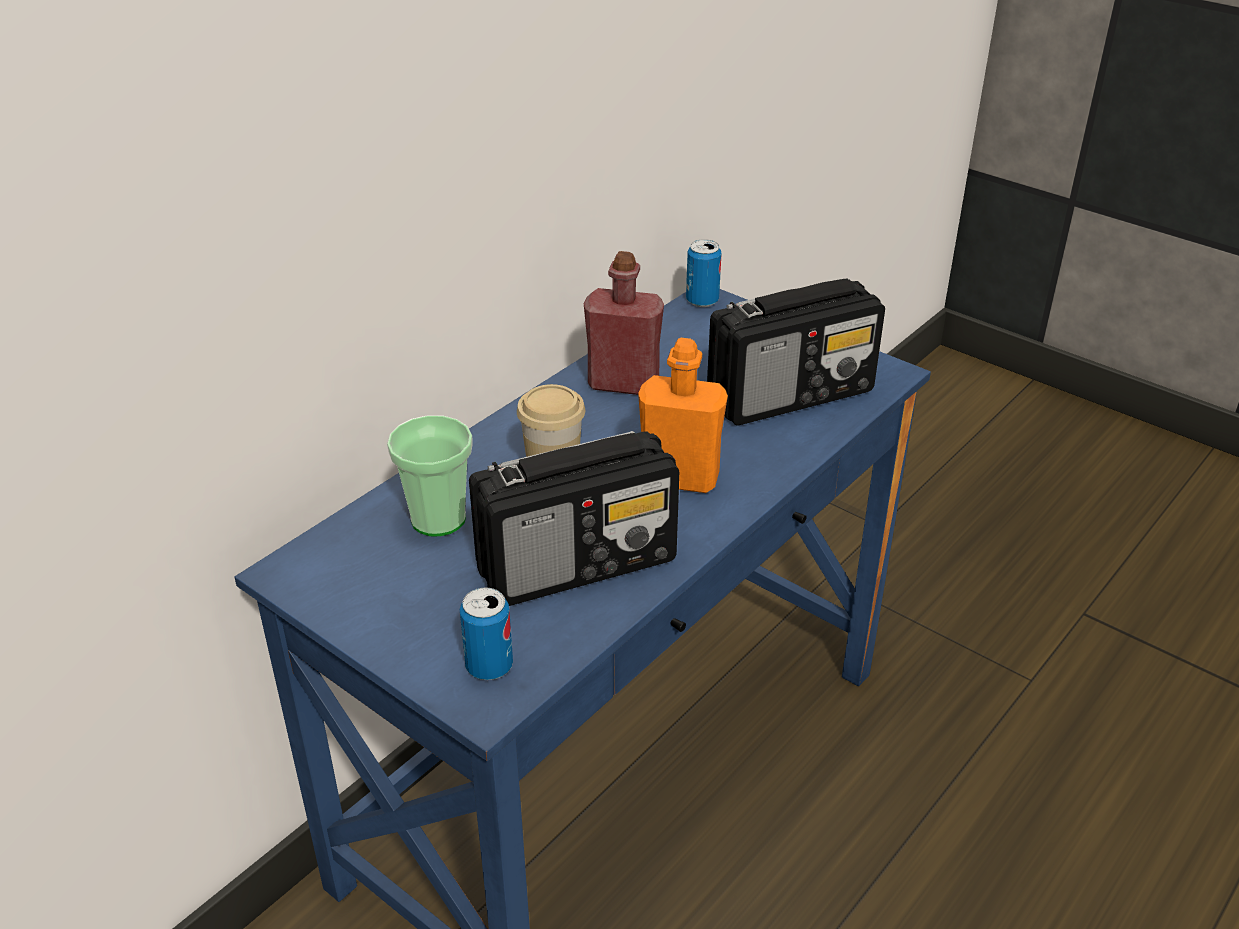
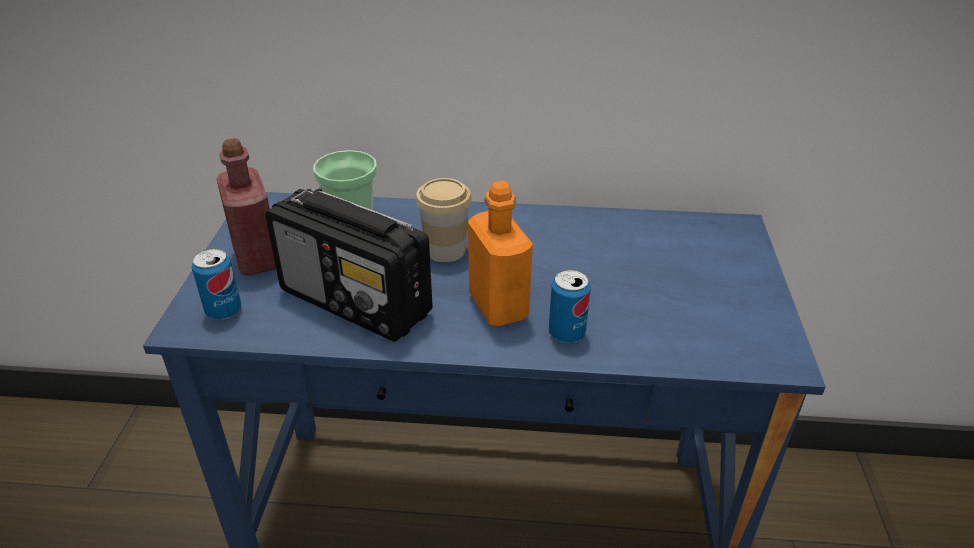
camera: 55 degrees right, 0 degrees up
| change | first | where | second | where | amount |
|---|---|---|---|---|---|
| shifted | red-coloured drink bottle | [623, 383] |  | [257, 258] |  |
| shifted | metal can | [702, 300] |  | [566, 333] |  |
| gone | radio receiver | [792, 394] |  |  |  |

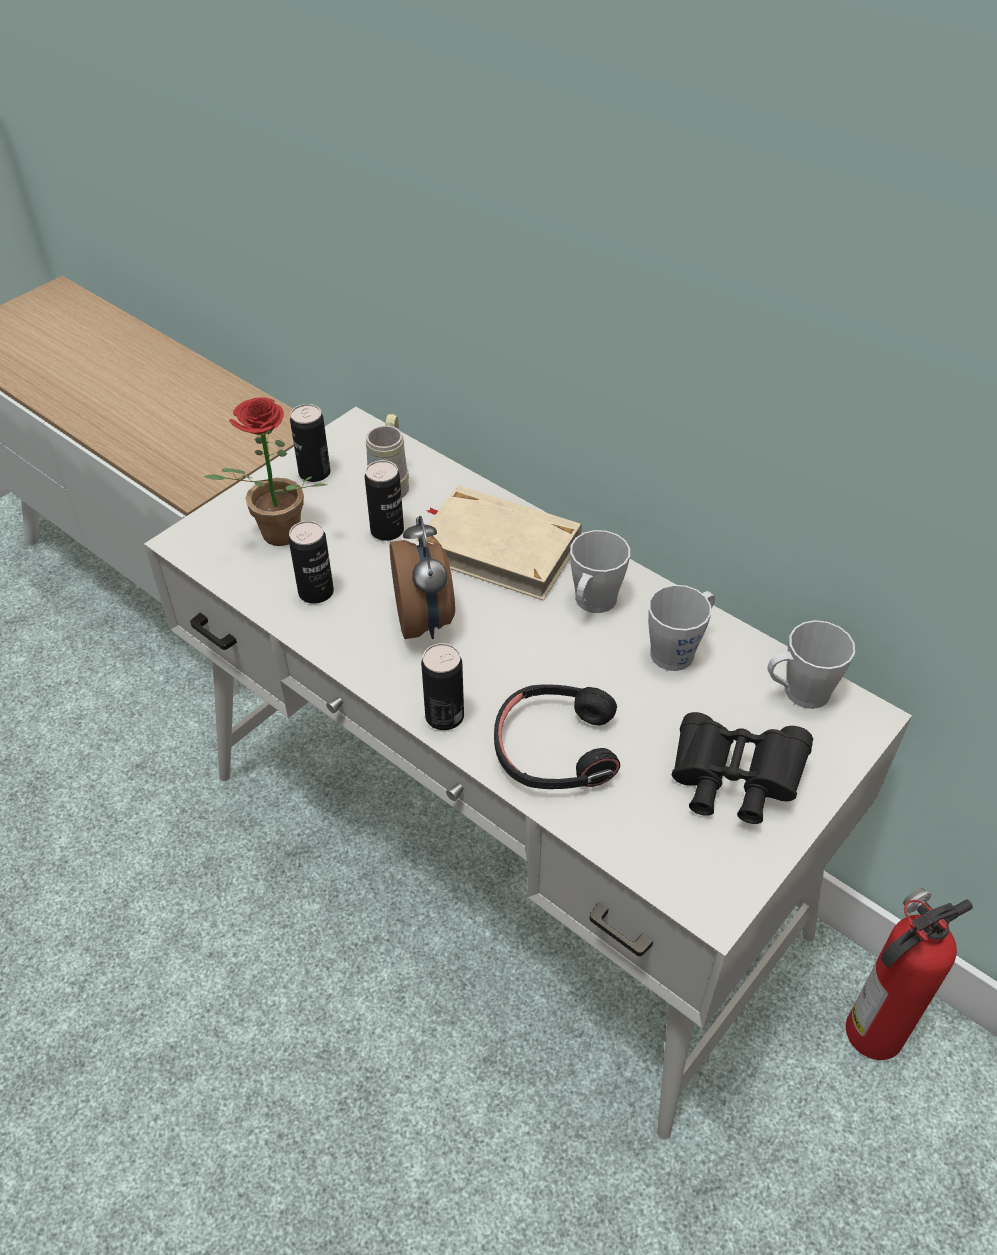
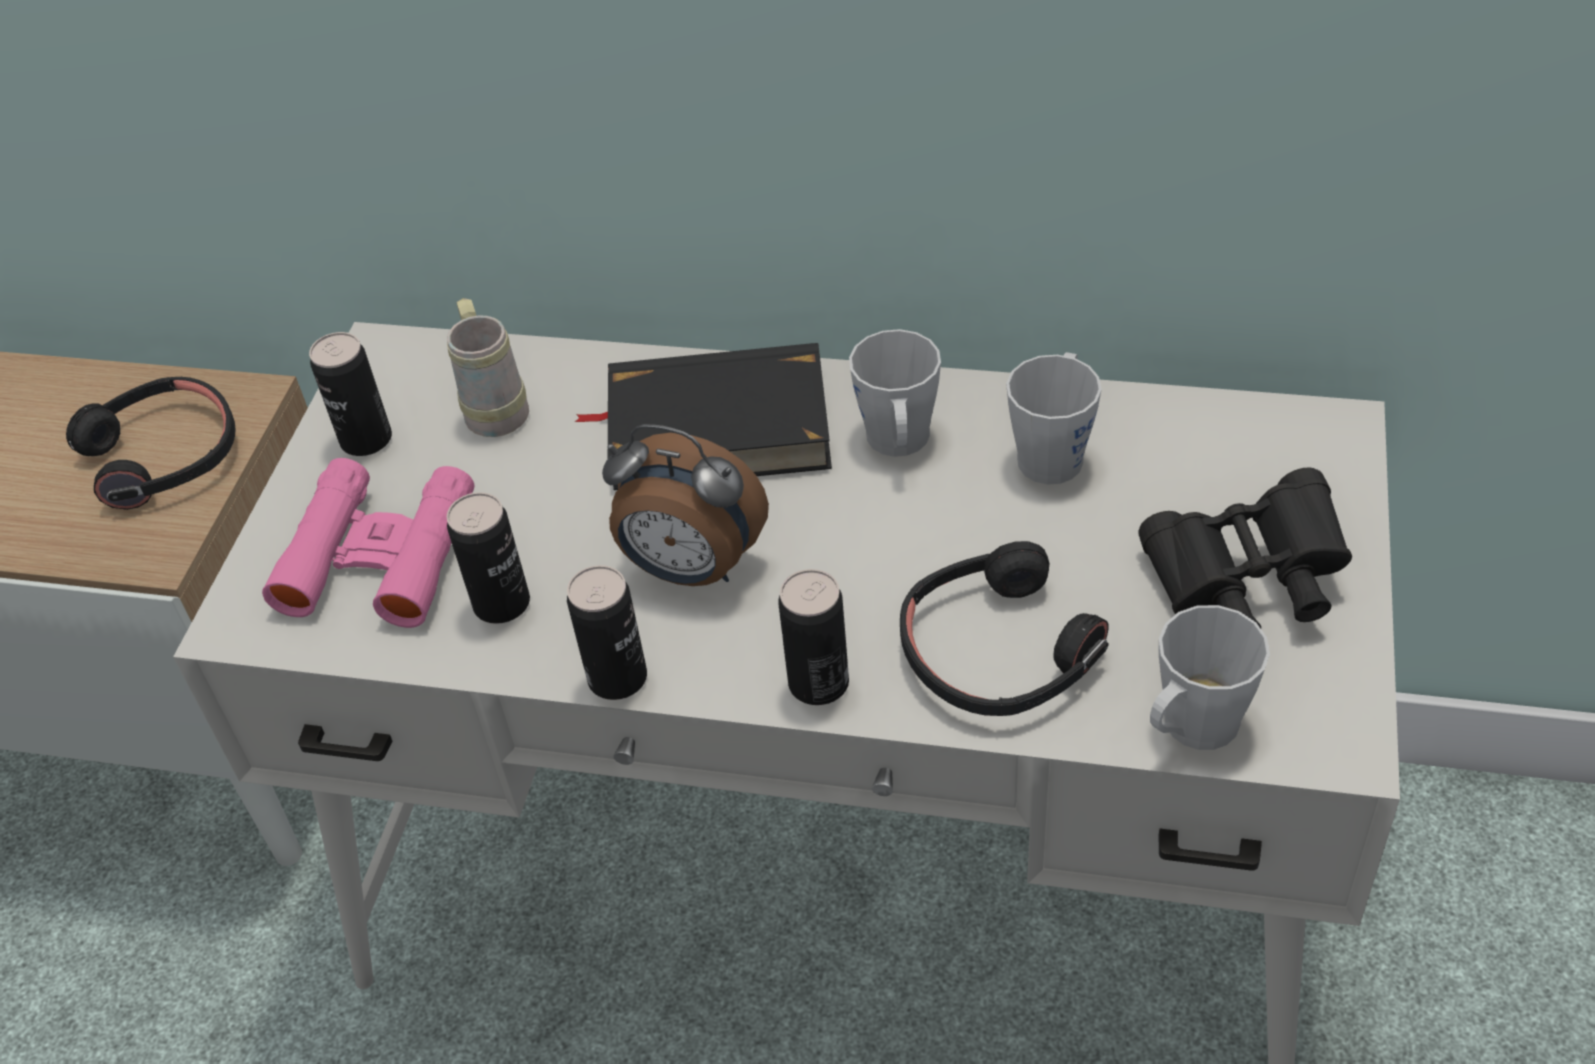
camera: 25 degrees left, 0 degrees up
| change | first | where | second | where | amount |
|---|---|---|---|---|---|
| swapped | plant in a pot | [275, 538] | pinkish binoculars | [379, 556] |  |
| shifted | metal can | [387, 530] |  | [617, 678] |  |
| rotated | table clock | [425, 620] |  | [691, 569] | 150 degrees clockwise |
| repainted | sand-coloured book | [499, 548] | black-coloured book | [718, 427] |  |
| shifted | greyish mug | [798, 692] |  | [1191, 729] |  |
| gone | fire extinguisher | [870, 1034] |  |  |  |
| new |  |  | black-coloured headset | [164, 455] |  |

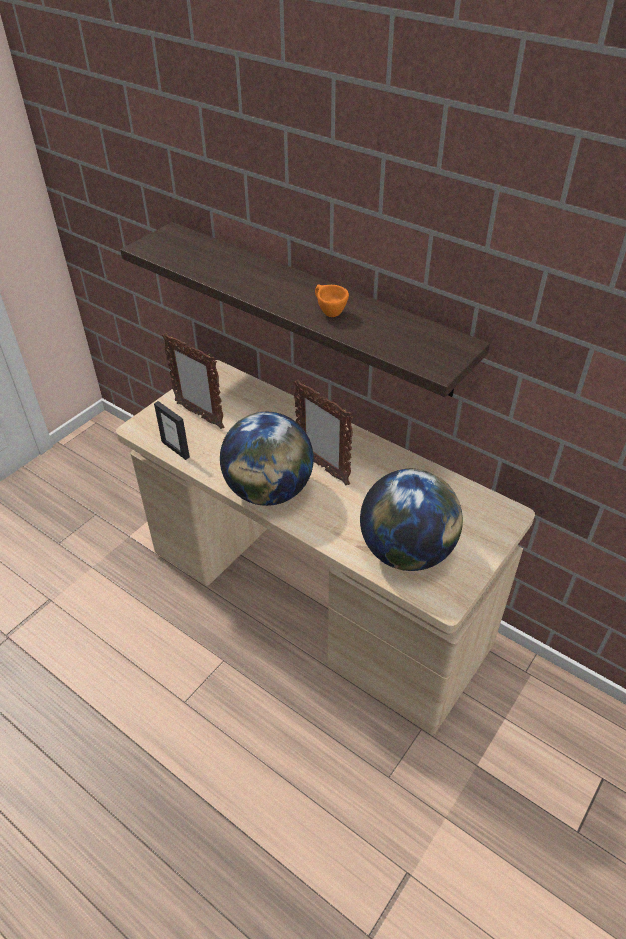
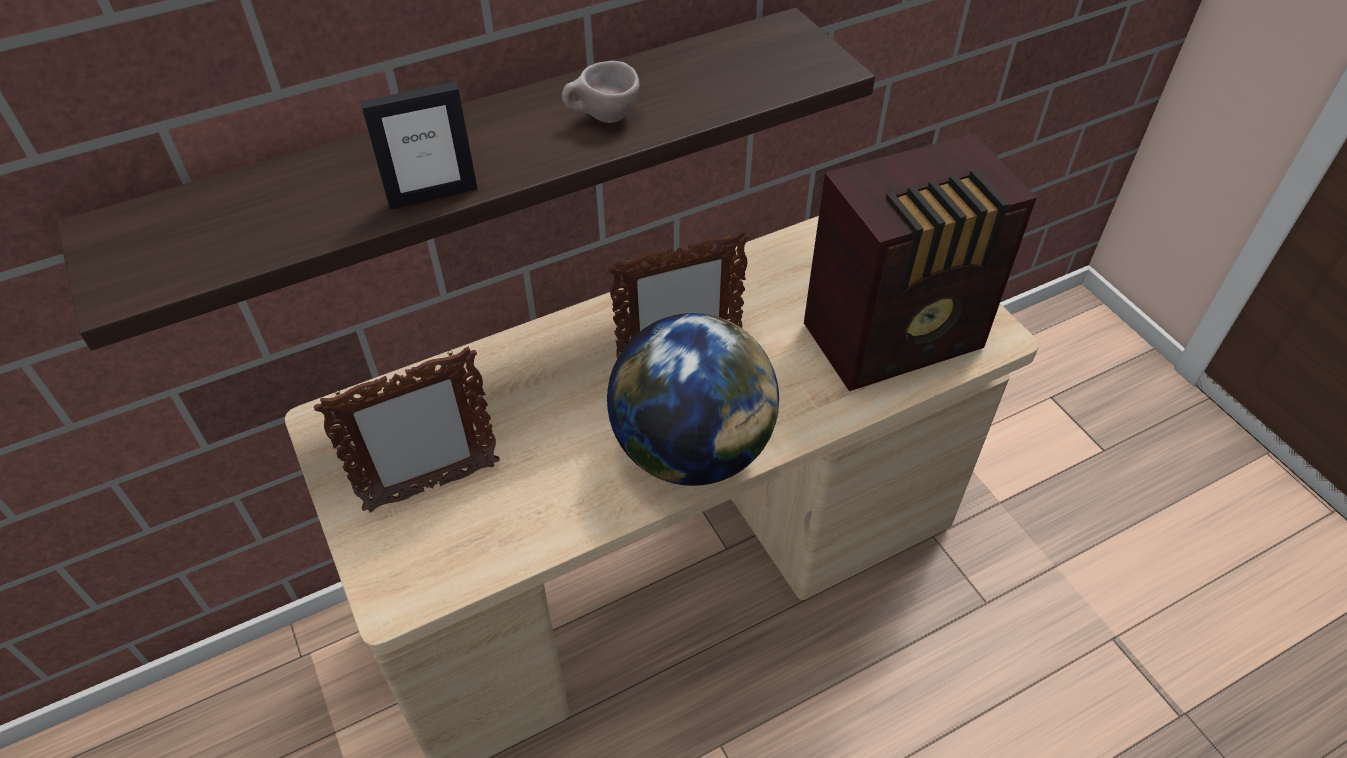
camera: 65 degrees left, 5 degrees up
| change | first | where | second | where | amount |
|---|---|---|---|---|---|
| shifted | picture frame | [175, 449] |  | [432, 195] |  |
| repainted | orange-coloured small cup | [328, 312] | sand-coloured small cup | [602, 119] |  |
| swapped | desk globe | [406, 552] | radio receiver | [897, 338] |  |

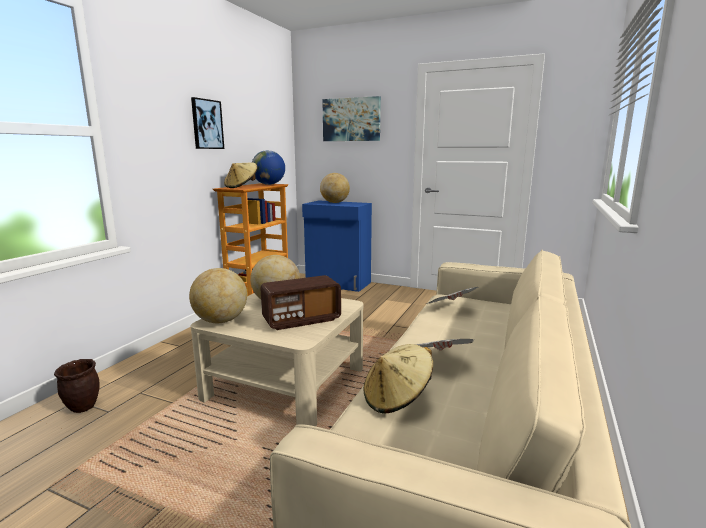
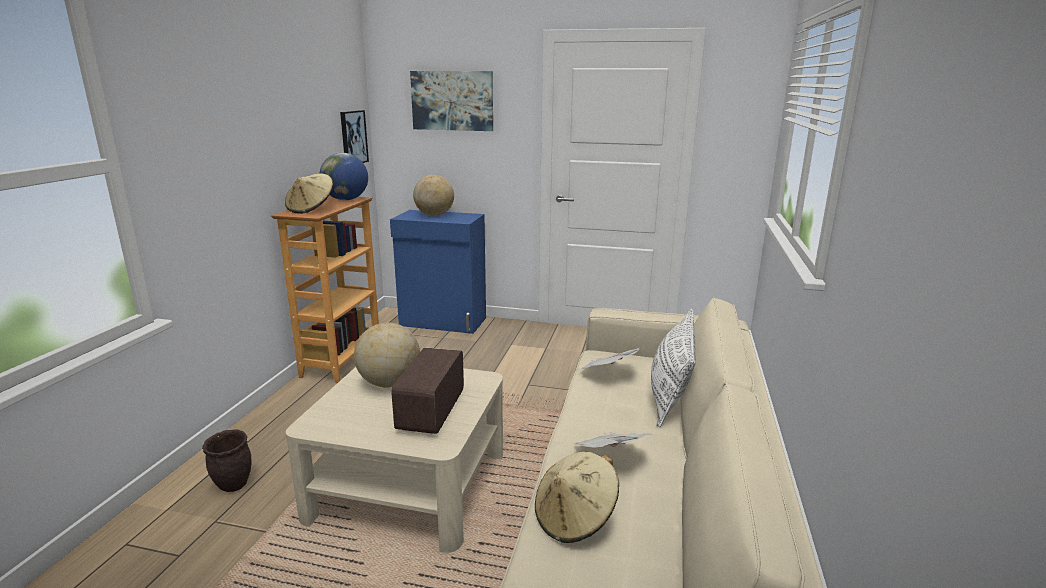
camera: 10 degrees left, 5 degrees up
| change | first | where | second | where | amount |
|---|---|---|---|---|---|
| shifted | brown-coloured planter | [82, 407] |  | [232, 485] |  |
| gone | desk globe | [220, 321] |  |  |  |
| shifted | wall picture | [207, 124] |  | [353, 137] |  |
| rotated | radio receiver | [301, 320] |  | [432, 411] | 135 degrees clockwise |
| new |  |  | whitish throw pillow | [671, 394] |  |

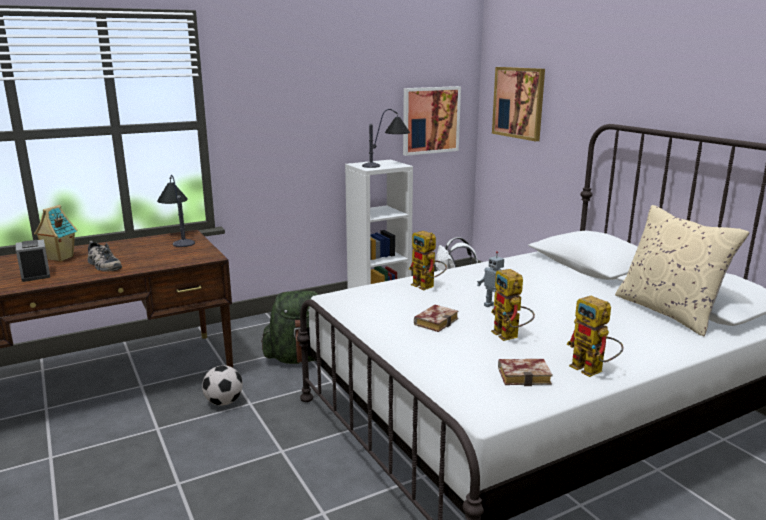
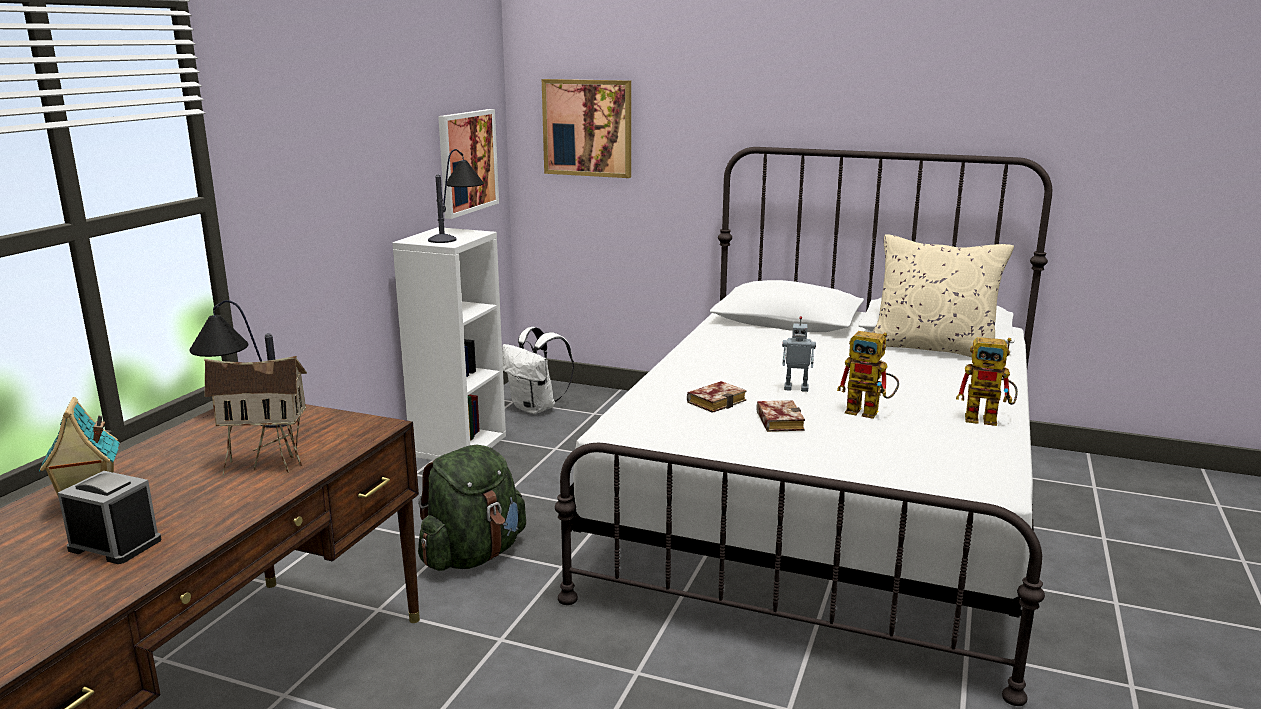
camera: 40 degrees left, 0 degrees up
| change | first | where | second | where | amount |
|---|---|---|---|---|---|
| gone | low shoe | [103, 265] |  |  |  |
| gone | ball for football | [224, 402] |  |  |  |
| gone | toy robot | [427, 286] |  |  |  |
| shifted | book | [525, 376] |  | [716, 401] |  |
| new |  |  | model house | [267, 464] |  |

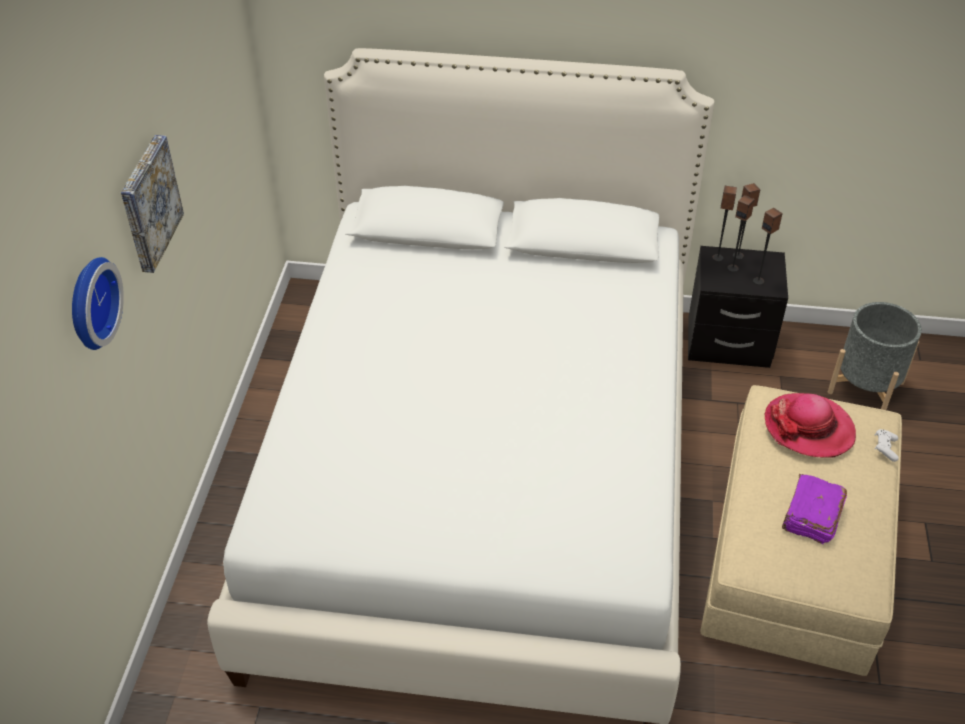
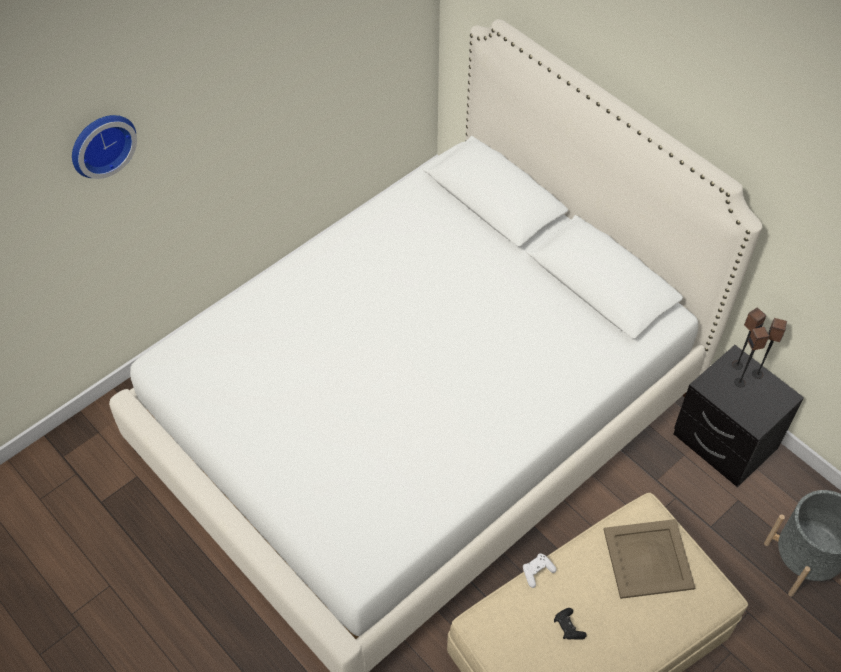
camera: 40 degrees right, 10 degrees up
| change | first | where | second | where | amount |
|---|---|---|---|---|---|
| gone | wall picture | [148, 203] |  |  |  |
| gone | audio speaker | [758, 281] |  |  |  |
| swapped | wearable hat | [808, 428] | sand-coloured carrying tray | [649, 559] |  |
| swapped | purplish book | [811, 517] | black-coloured joypad | [568, 628] |  |
| shifted | whitish joypad | [885, 448] |  | [537, 572] |  |

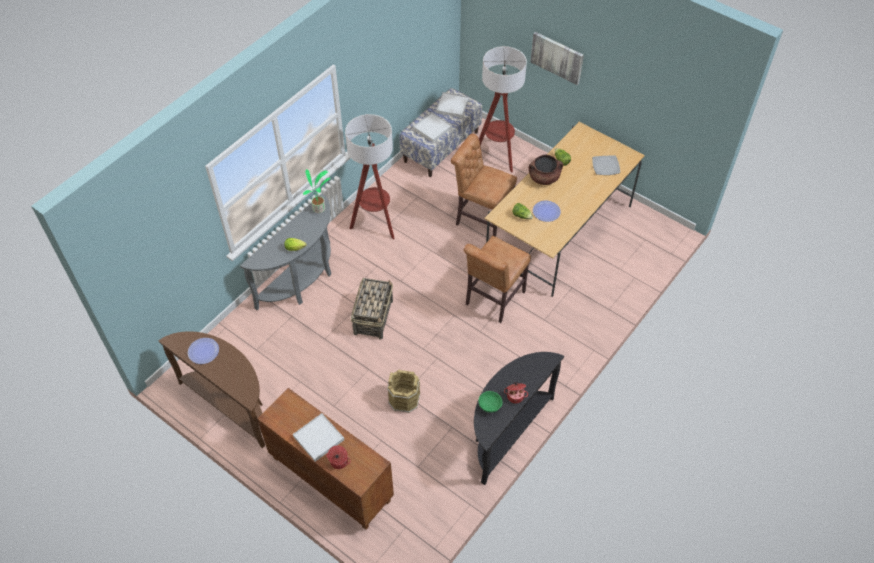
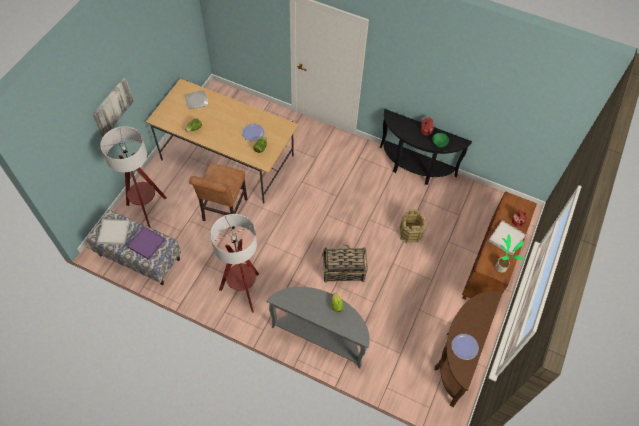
camera: 105 degrees left, 5 degrees up
| change | first | where | second | where | amount |
|---|---|---|---|---|---|
| shifted | plant in a pot | [320, 209] |  | [500, 266] |  |
| repainted | whitish carrying tray | [432, 128] | purplish carrying tray | [146, 243] |  |
| gone | brown-coloured plain chair | [493, 300] |  |  |  |
| gone | brown-coloured saucepot | [544, 178] |  |  |  |

